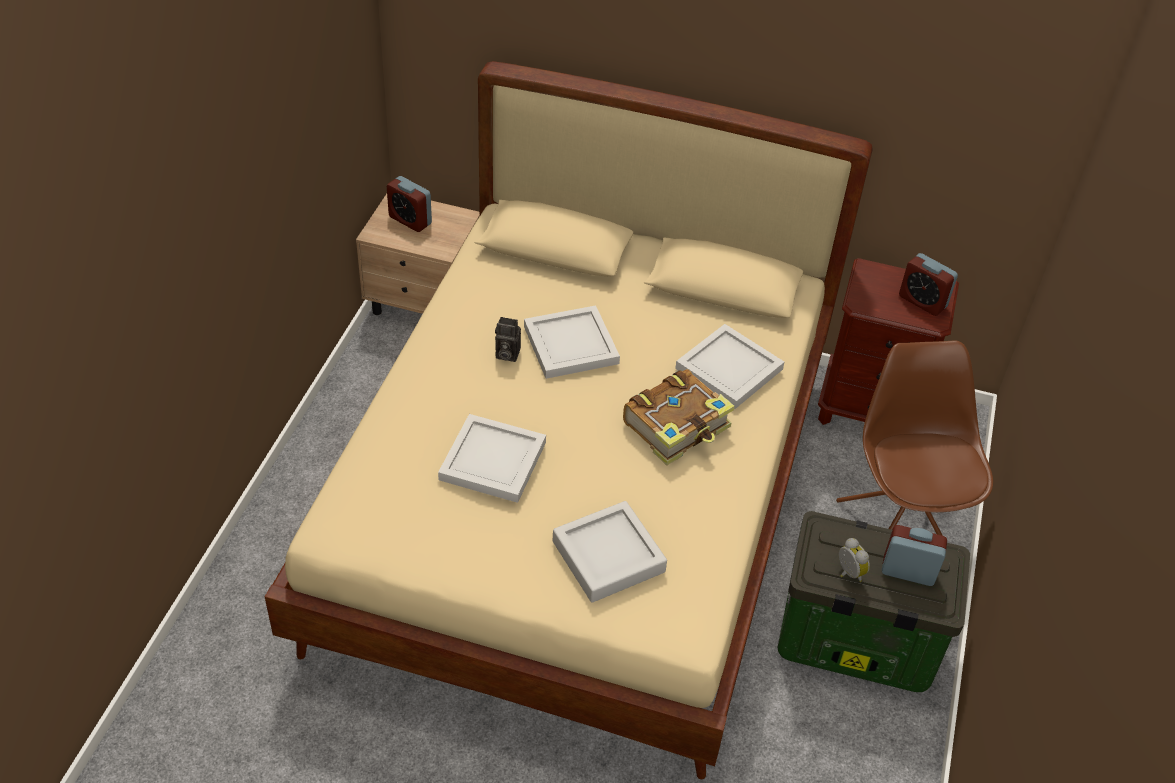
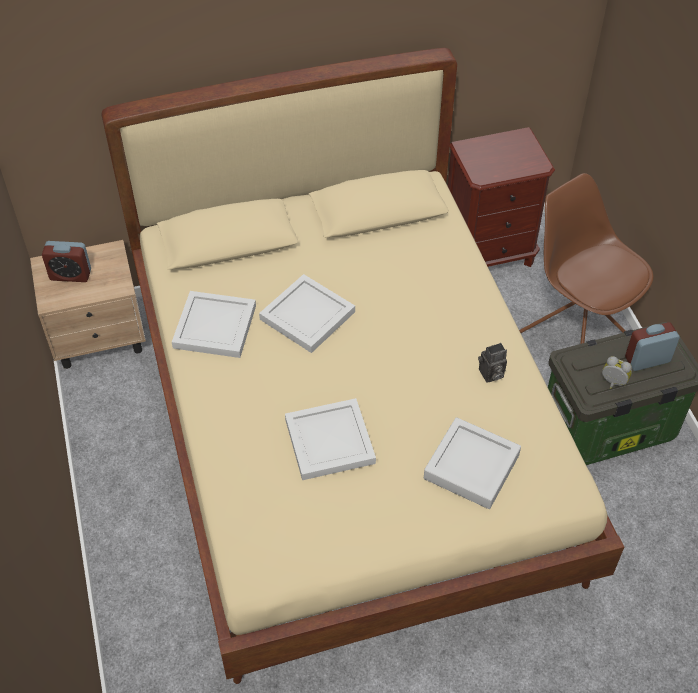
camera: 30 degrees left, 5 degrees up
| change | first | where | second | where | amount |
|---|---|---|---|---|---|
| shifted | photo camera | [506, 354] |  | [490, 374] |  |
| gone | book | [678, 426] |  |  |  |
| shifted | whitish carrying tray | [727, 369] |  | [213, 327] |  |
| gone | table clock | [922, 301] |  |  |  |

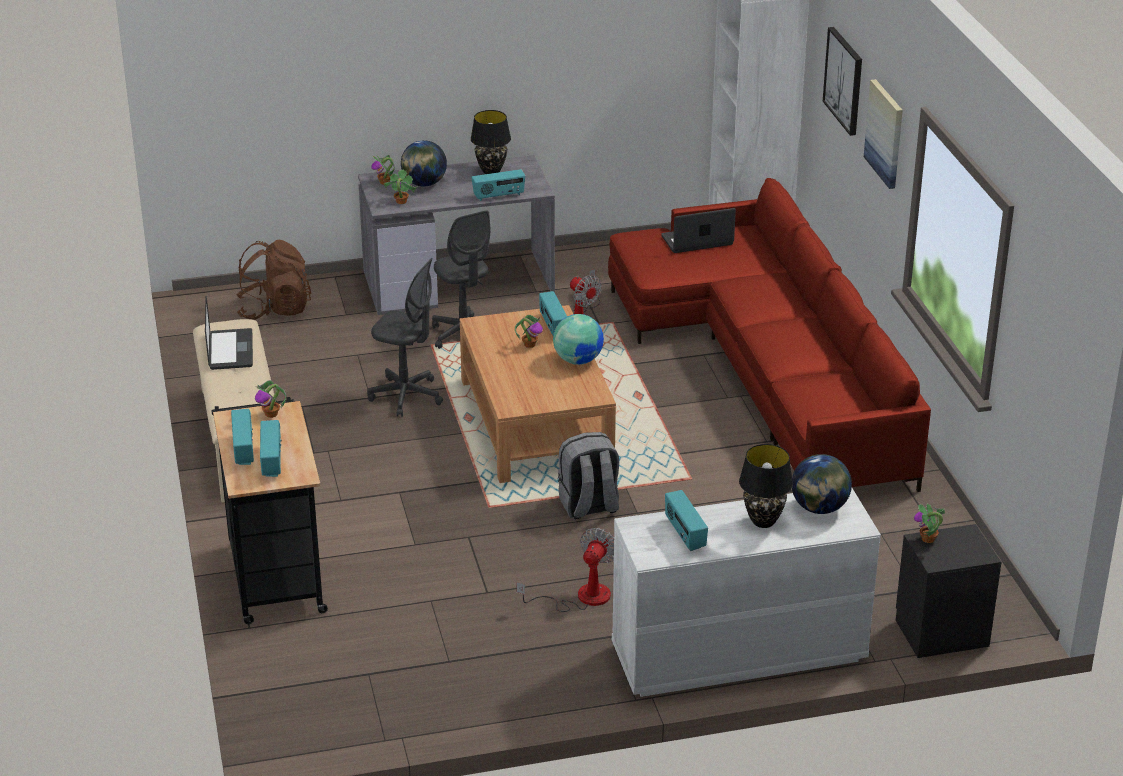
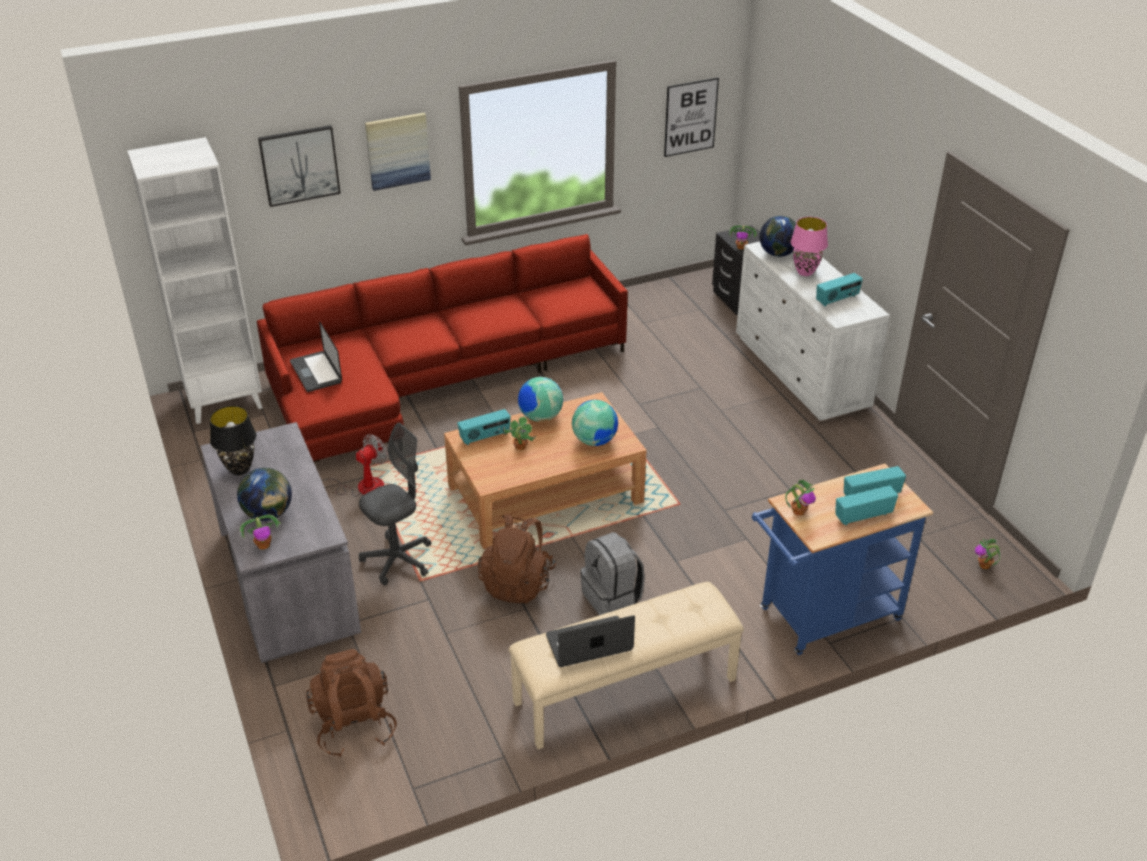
camera: 100 degrees left, 5 degrees up
| change | first | where | second | where | amount |
|---|---|---|---|---|---|
| repainted | black-coloured wheeled cart | [275, 572] | bluish wheeled cart | [822, 617] |  |
| swapped | greyish computer chair | [406, 396] | brown-coloured backpack | [517, 583] |  |
| shifted | plant in a pot | [400, 201] |  | [984, 565] |  |
| gone | radio receiver | [499, 196] |  |  |  |
| gone | electric fan | [581, 597] |  |  |  |
| shifted | greyish backpack | [589, 506] |  | [612, 597] |  |
| repainted | black-coloured tabletop lamp | [763, 522] | pinkish tabletop lamp | [805, 272] |  |
| new |  |  | desk globe | [594, 440] |  |
| new |  |  | wall picture | [690, 117] |  |

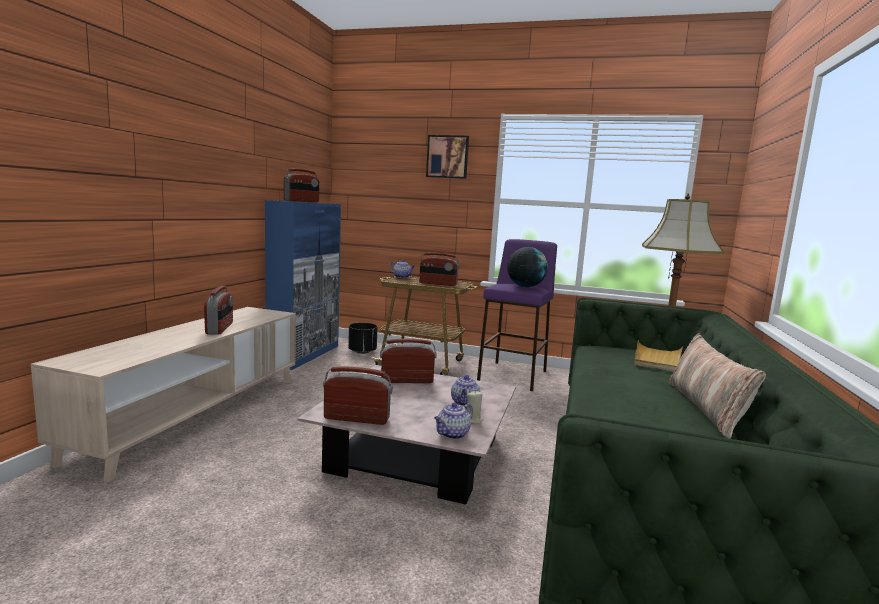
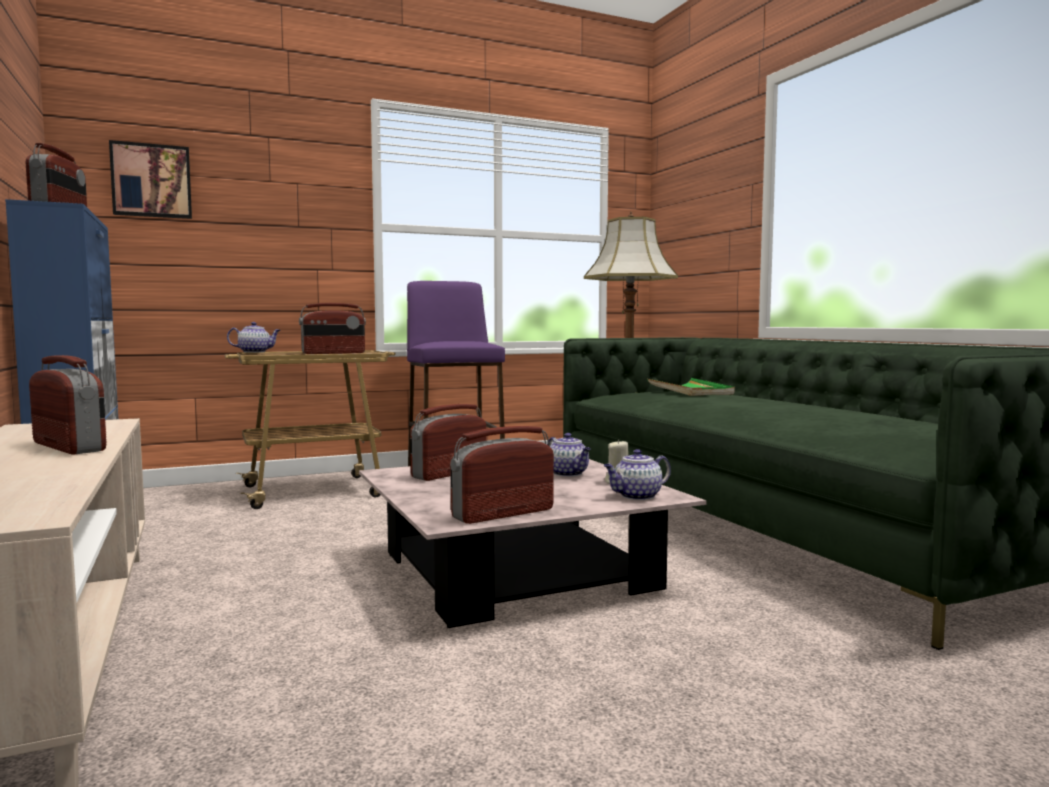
camera: 40 degrees left, 5 degrees down
| change | first | where | second | where | amount |
|---|---|---|---|---|---|
| gone | black-coloured planter | [362, 351] |  |  |  |
| shifted | wall picture | [447, 157] |  | [151, 181] |  |
| rotated | teapot | [452, 434] |  | [636, 496] | 60 degrees clockwise |
| gone | desk globe | [525, 286] |  |  |  |
| repainted | sand-coloured carrying tray | [657, 359] | green carrying tray | [690, 390] |  |
| gone | throw pillow | [706, 408] |  |  |  |

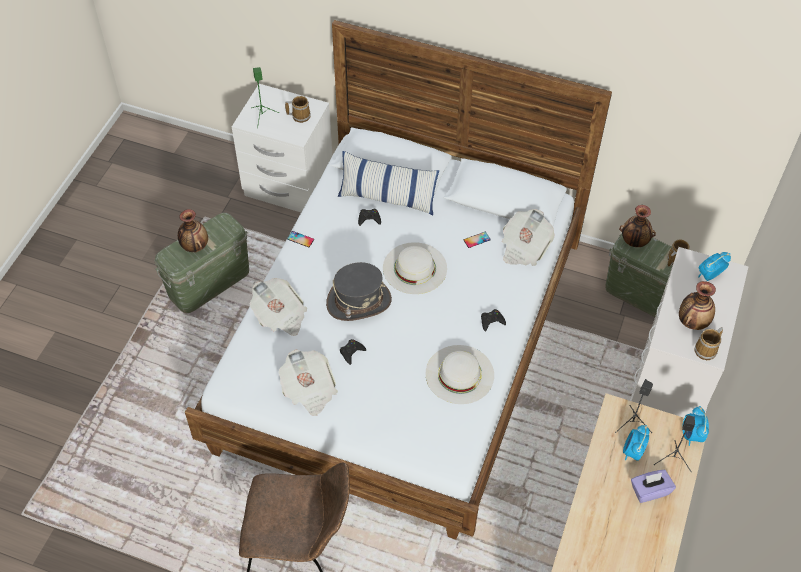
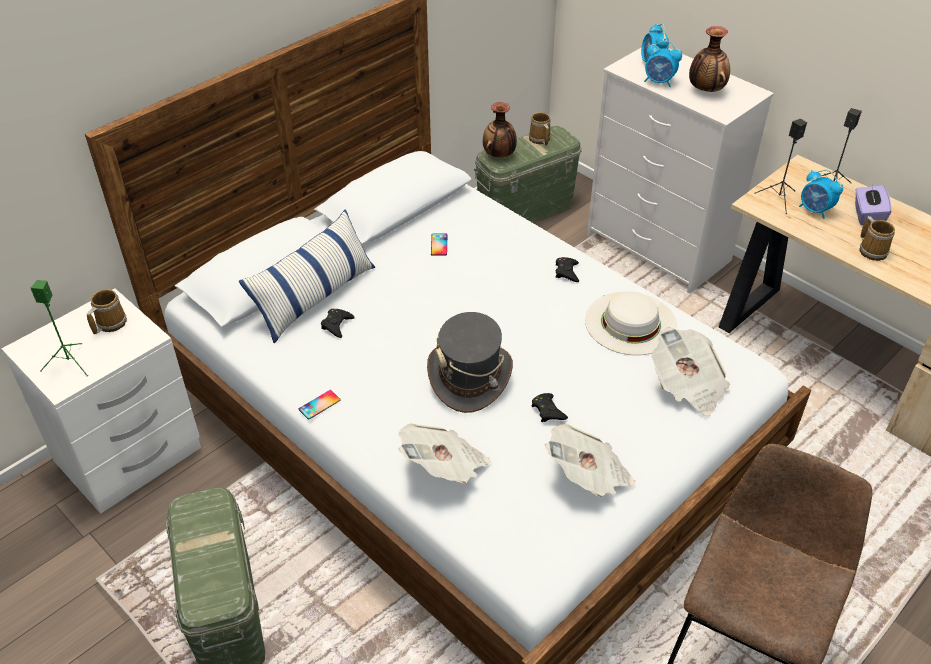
camera: 65 degrees left, 10 degrees down
| change | first | where | second | where | amount |
|---|---|---|---|---|---|
| gone | flower vase | [194, 246] |  |  |  |
| gone | whitish wearable hat | [414, 268] |  |  |  |
| shifted | newspaper | [524, 248] |  | [687, 386] |  |
| shifted | table clock | [691, 435] |  | [659, 82] |  |
| shifted | mug | [707, 350] |  | [872, 250] |  |

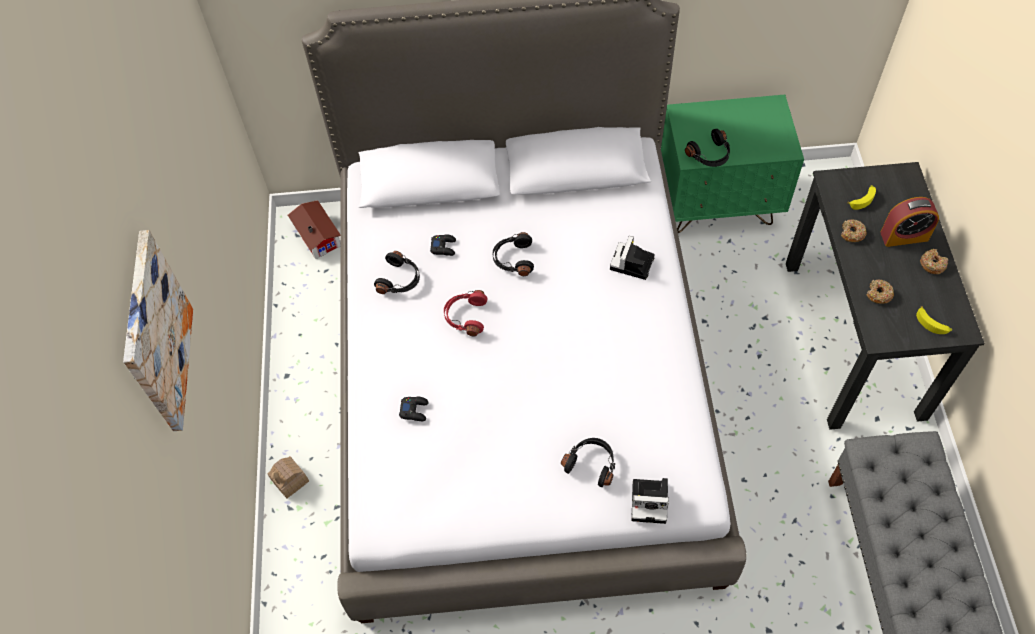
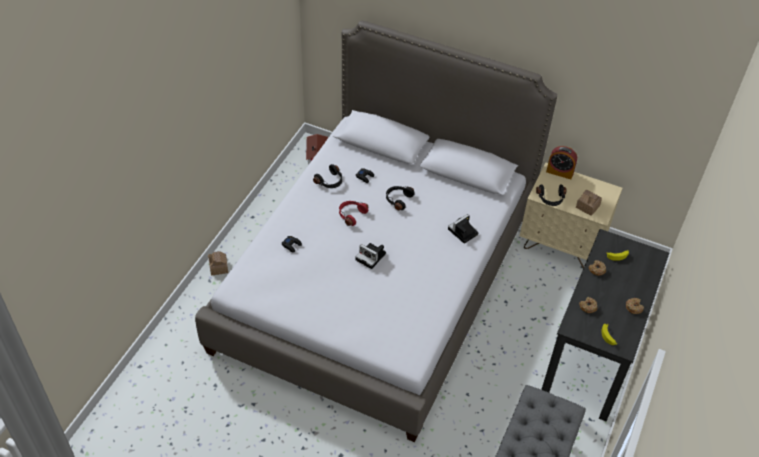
camera: 25 degrees right, 10 degrees down
| change | first | where | second | where | amount |
|---|---|---|---|---|---|
| gone | wall picture | [155, 333] |  |  |  |
| gone | black-coloured headset | [591, 463] |  |  |  |
| shifted | photo camera | [651, 501] |  | [371, 257] |  |
| repainted | green nightstand | [718, 204] | sand-coloured nightstand | [561, 245] |  |
| shifted | table clock | [904, 236] |  | [560, 172] |  |
| new |  |  | model house | [587, 206] |  |

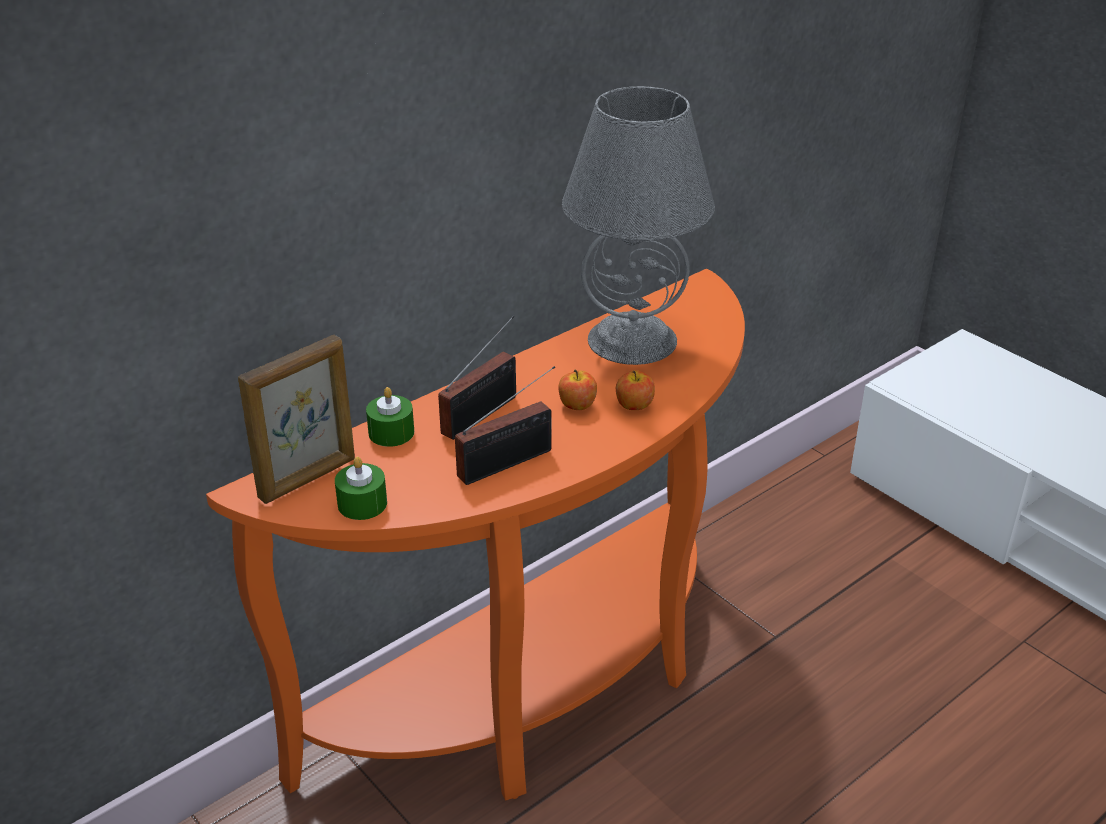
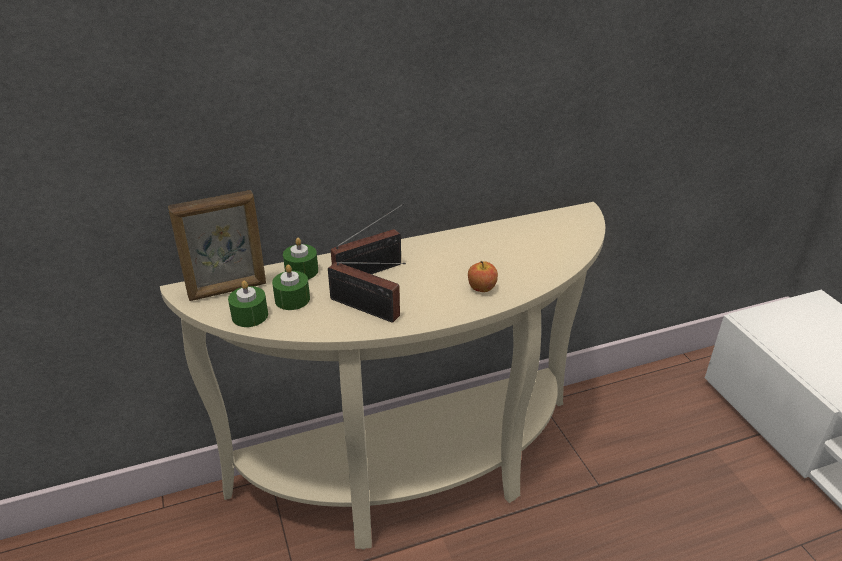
camera: 20 degrees right, 0 degrees up
| change | first | where | second | where | amount |
|---|---|---|---|---|---|
| repainted | orange-coloured narrow table | [544, 690] | sand-coloured narrow table | [417, 477] |  |
| rotated | radio receiver | [510, 462] |  | [368, 309] | 45 degrees clockwise |
| gone | apple | [577, 405] |  |  |  |
| gone | greyish tabletop lamp | [631, 340] |  |  |  |
| new |  |  | green wax candle | [292, 299] |  |

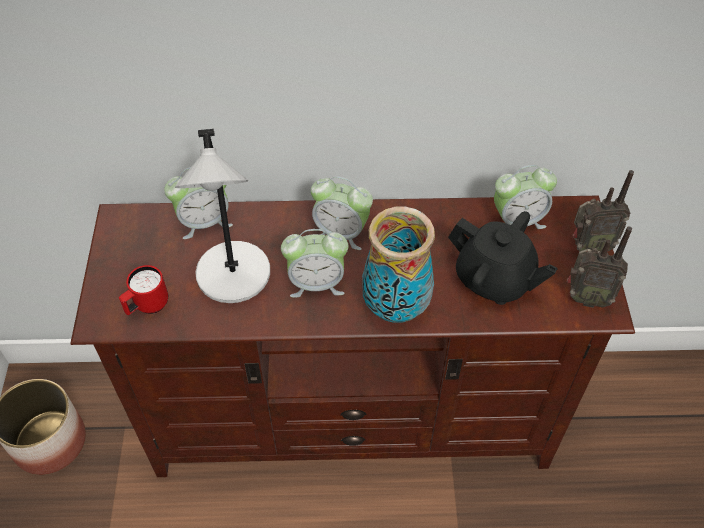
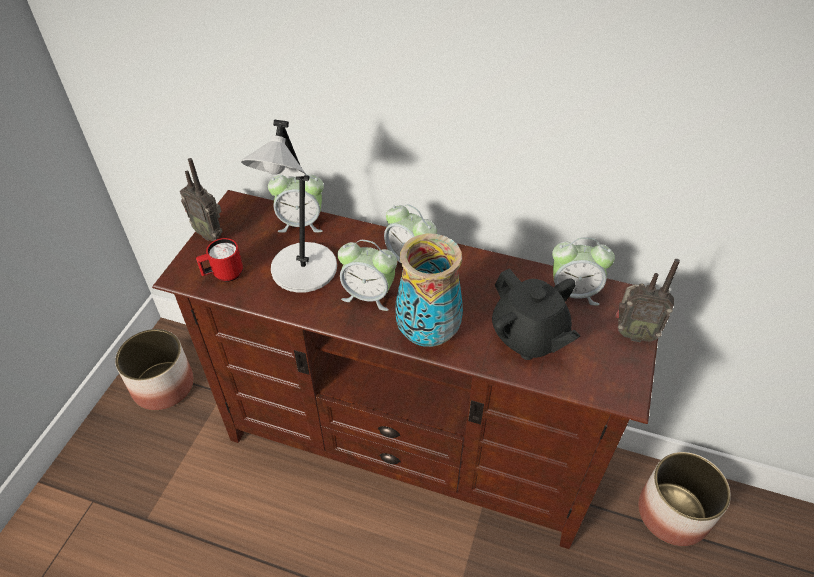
camera: 20 degrees right, 5 degrees down
| change | first | where | second | where | amount |
|---|---|---|---|---|---|
| shifted | radio receiver | [586, 297] |  | [210, 233] |  |
| new |  |  | planter | [672, 512] |  |

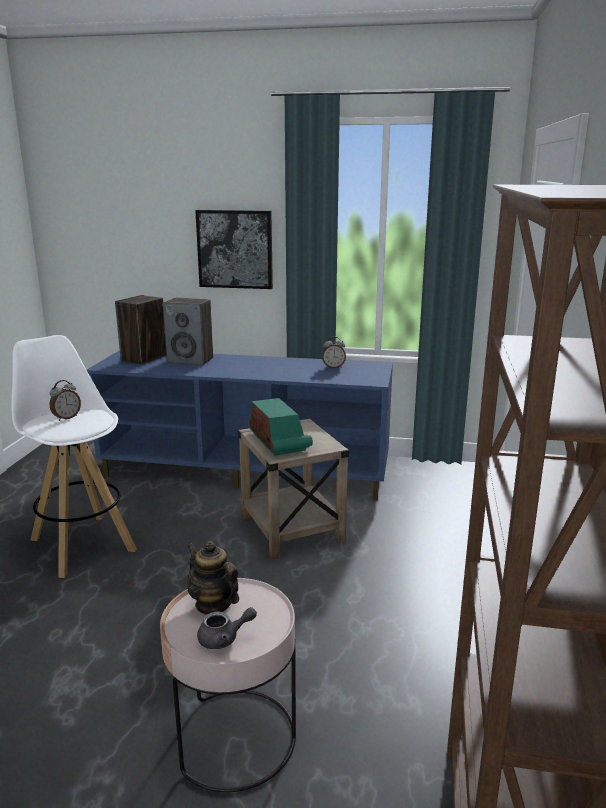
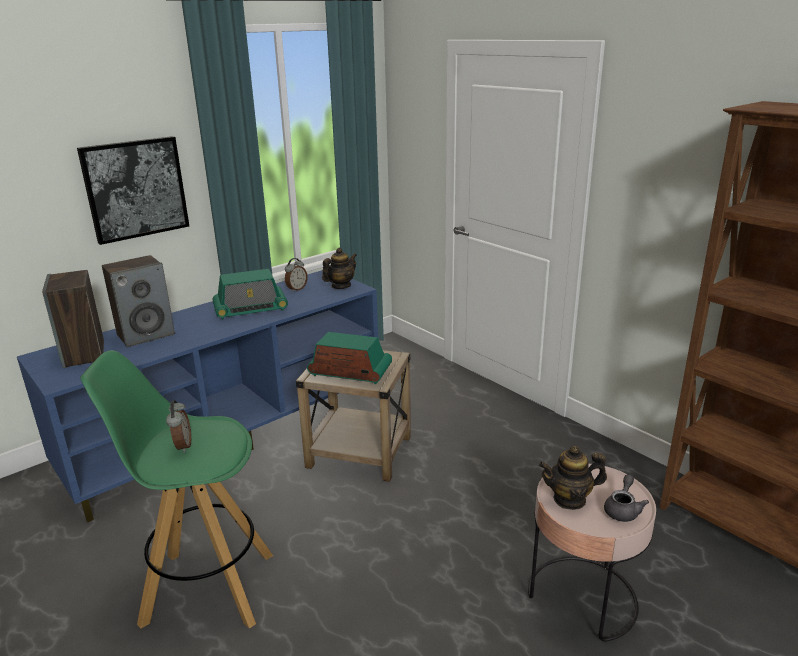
camera: 50 degrees left, 5 degrees up
| change | first | where | second | where | amount |
|---|---|---|---|---|---|
| repainted | whitish stool | [82, 543] | green stool | [206, 588] |  |
| new |  |  | radio receiver | [251, 309] |  |
| new |  |  | teapot | [340, 286] |  |

